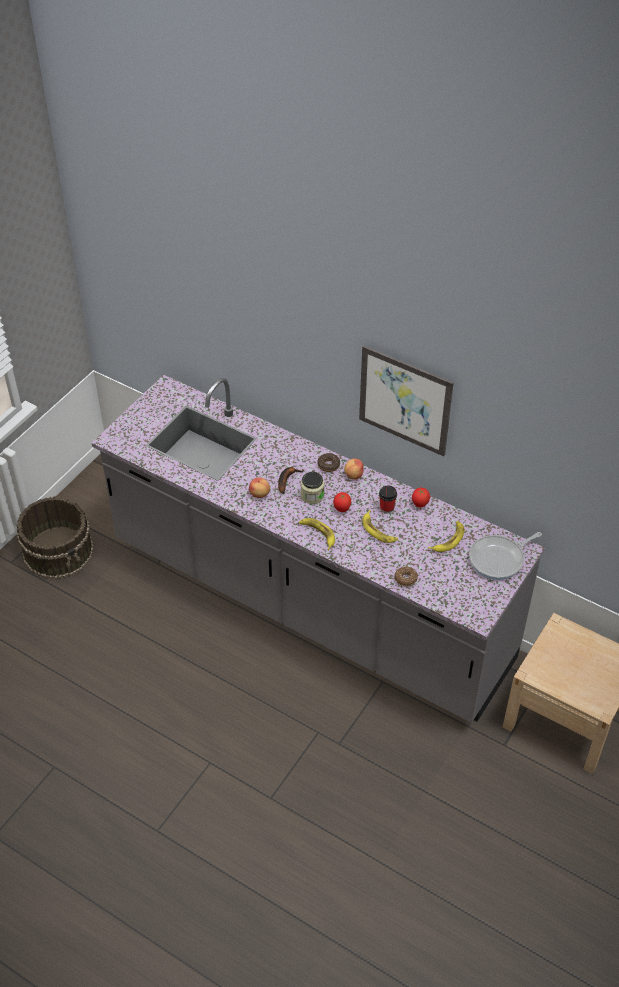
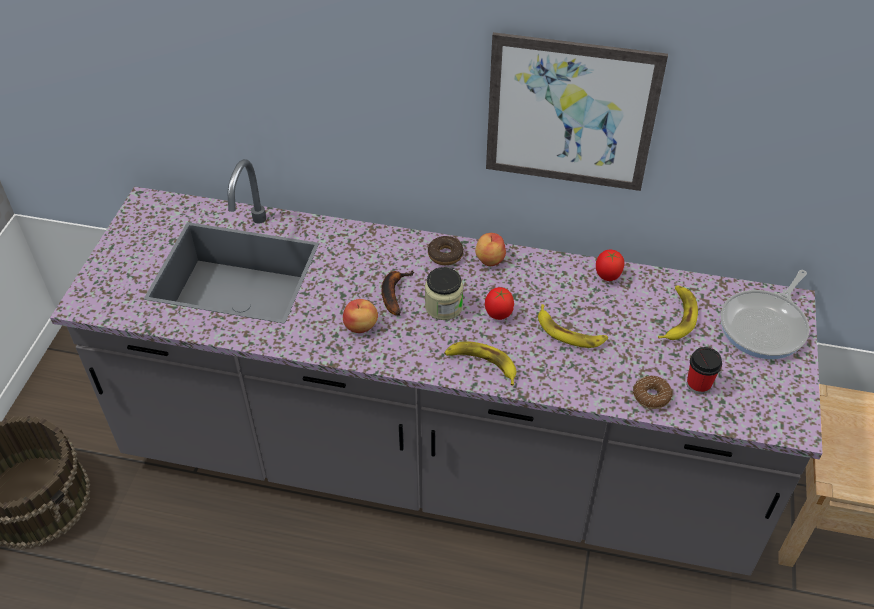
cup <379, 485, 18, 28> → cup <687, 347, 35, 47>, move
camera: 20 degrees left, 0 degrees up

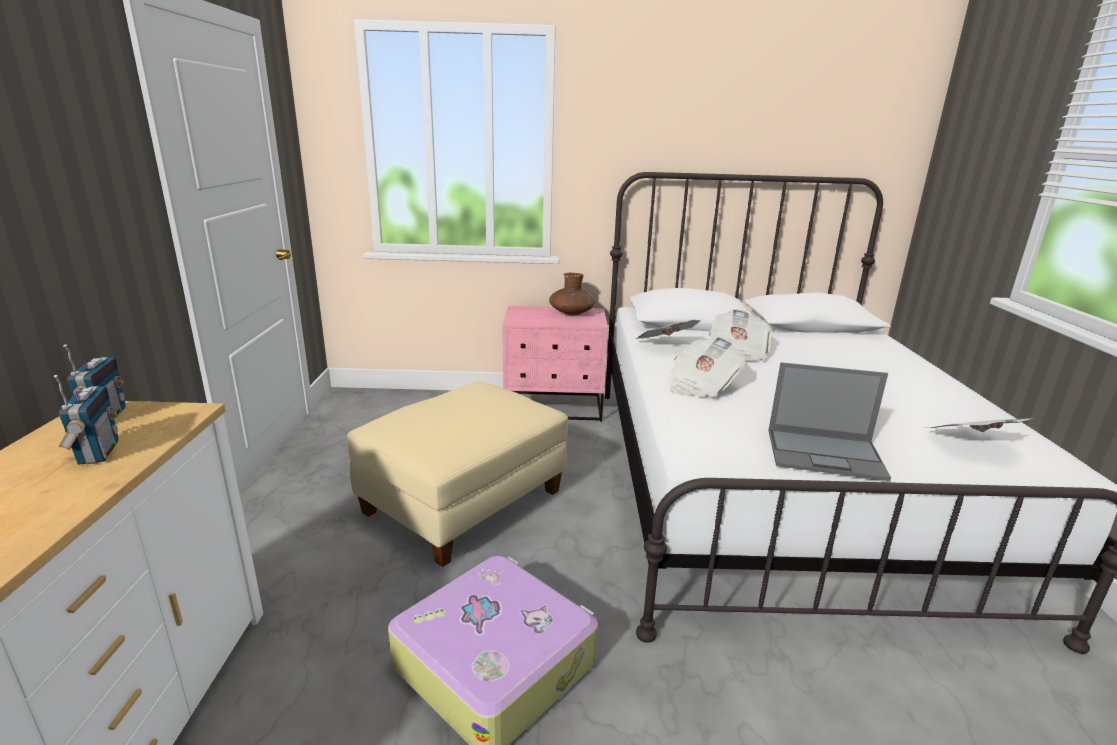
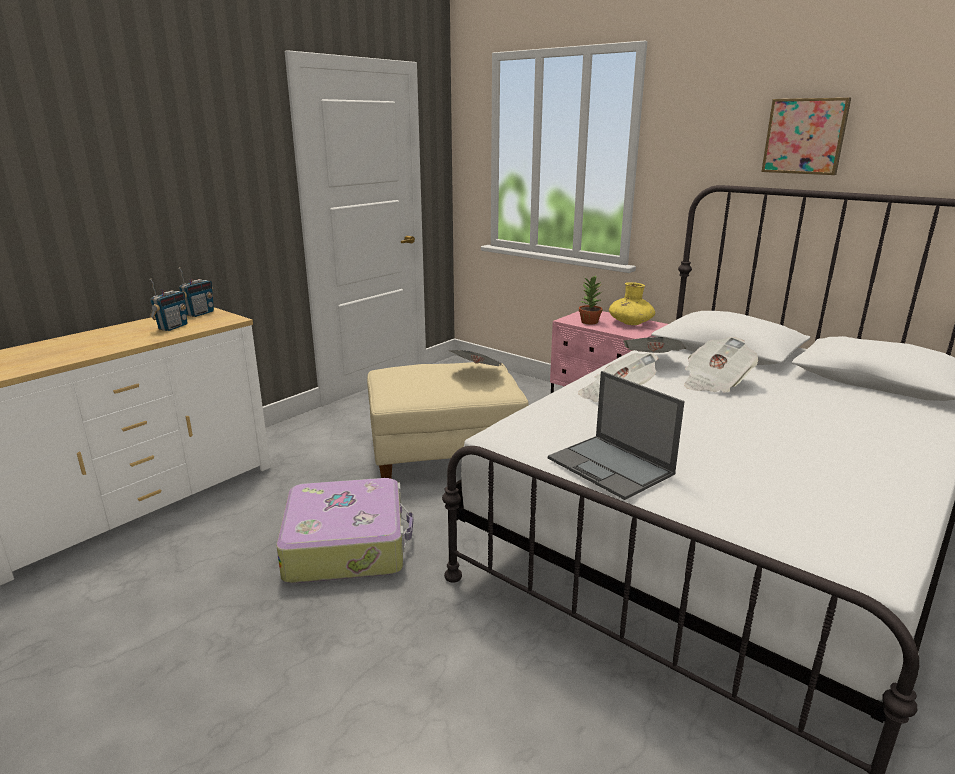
newspaper <930, 418, 111, 14> → newspaper <450, 350, 52, 16>, move
- → potted plant <579, 275, 23, 50>
vase in brown <549, 273, 46, 42> → vase in yellow <609, 282, 46, 43>
- → picture <761, 98, 90, 77>
camera: 40 degrees right, 0 degrees up

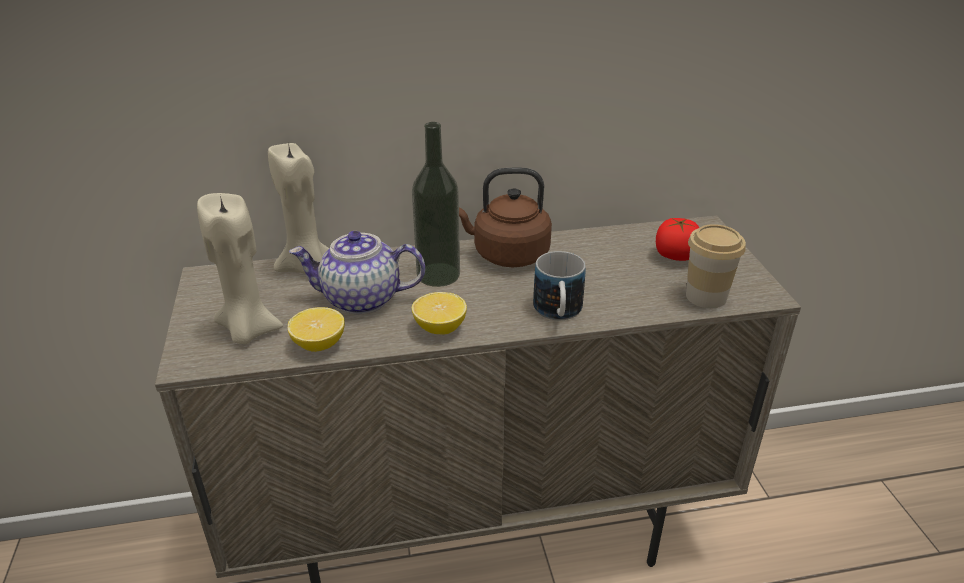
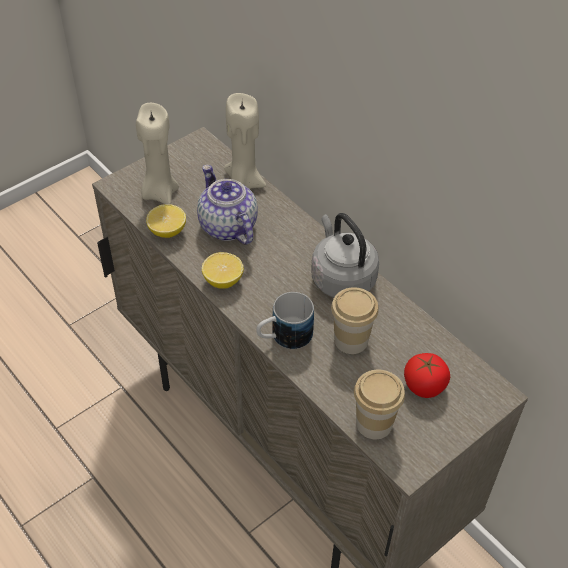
kettle in brown <459, 167, 93, 100> → kettle in grey <311, 213, 68, 85>
- → cup <331, 287, 48, 67>
bottle <412, 122, 48, 165> → -
camera: 60 degrees right, 15 degrees up

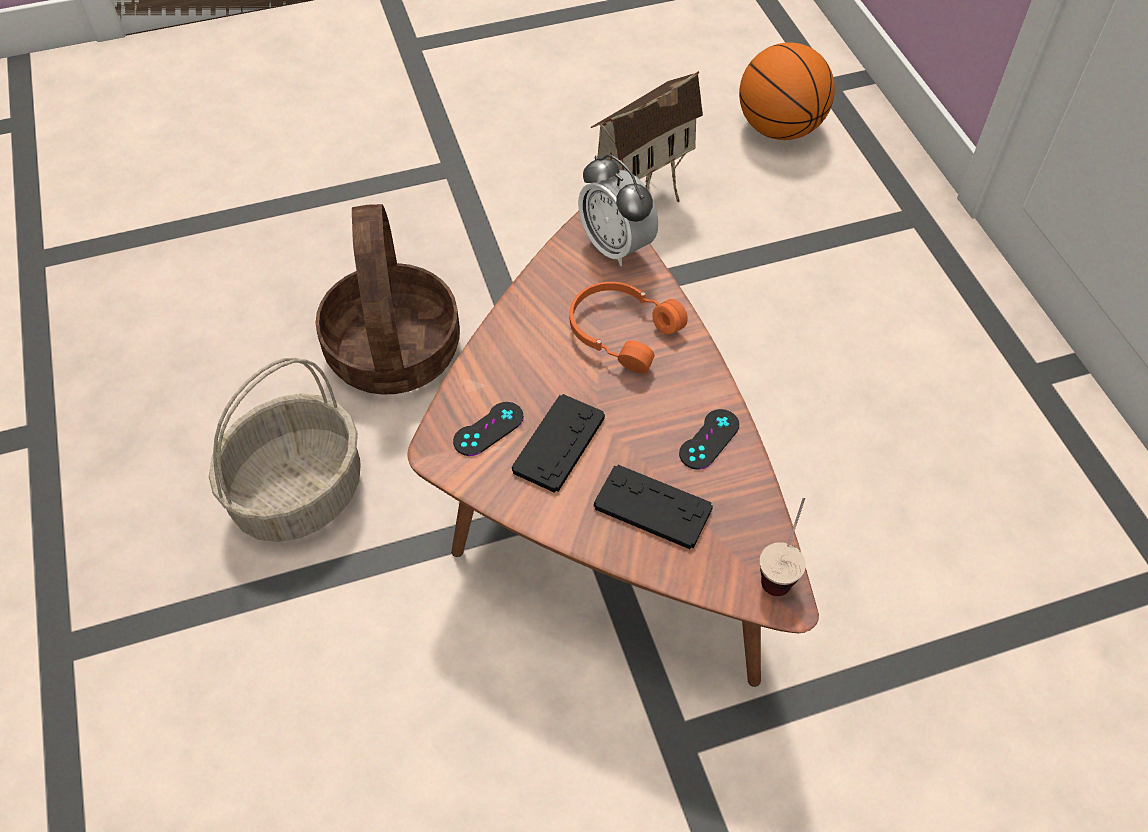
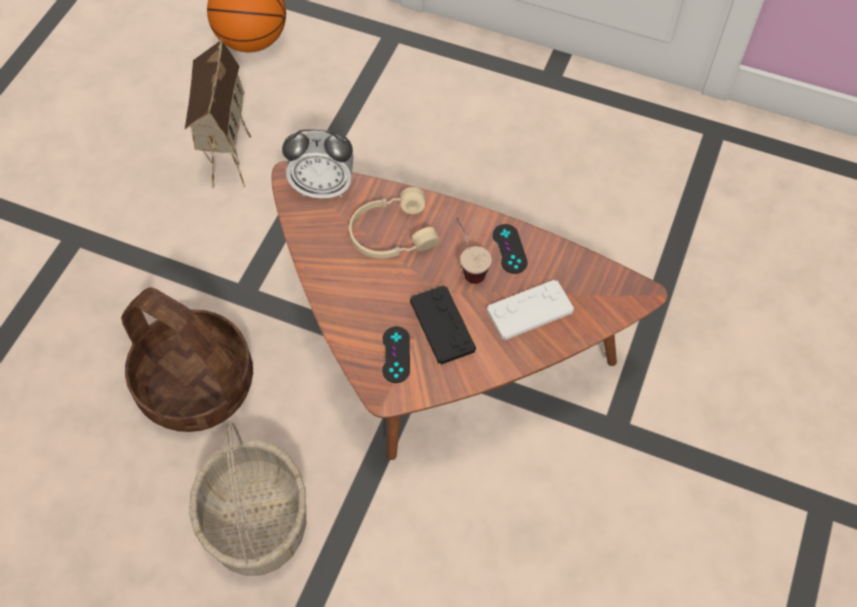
headphones in orange <570, 282, 118, 91> → headphones in beige <349, 187, 91, 71>
cup <760, 498, 46, 98> → cup <456, 217, 36, 67>, move
game controller in black <594, 465, 119, 84> → game controller in white <487, 280, 87, 60>
camera: 50 degrees left, 5 degrees up

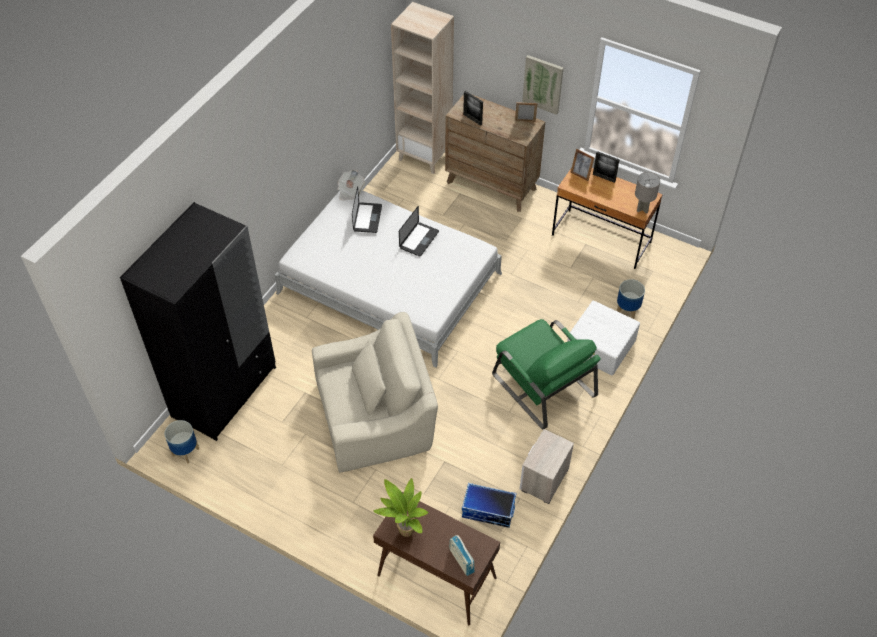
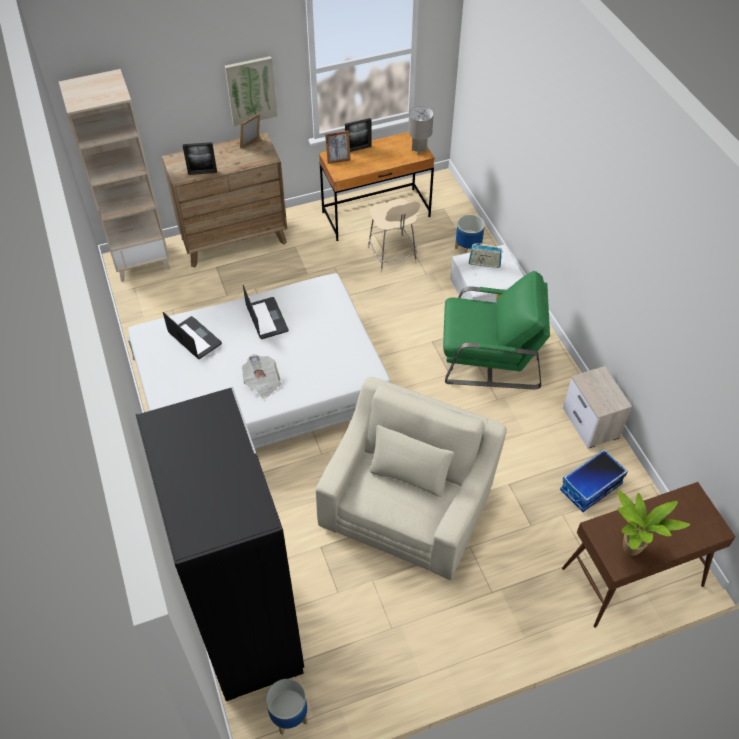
newspaper <338, 170, 27, 30> → newspaper <242, 354, 39, 45>, move
- → chair in beige <368, 199, 52, 74>
radio <449, 535, 26, 41> → radio <469, 243, 33, 25>, move
camera: 50 degrees left, 0 degrees up

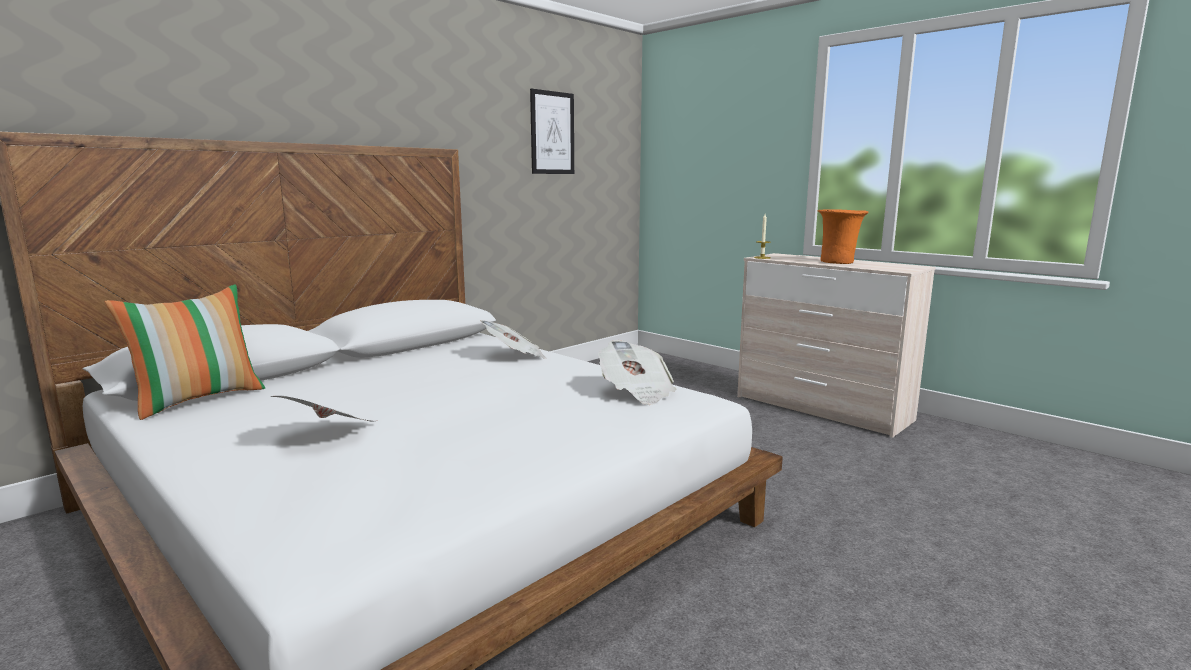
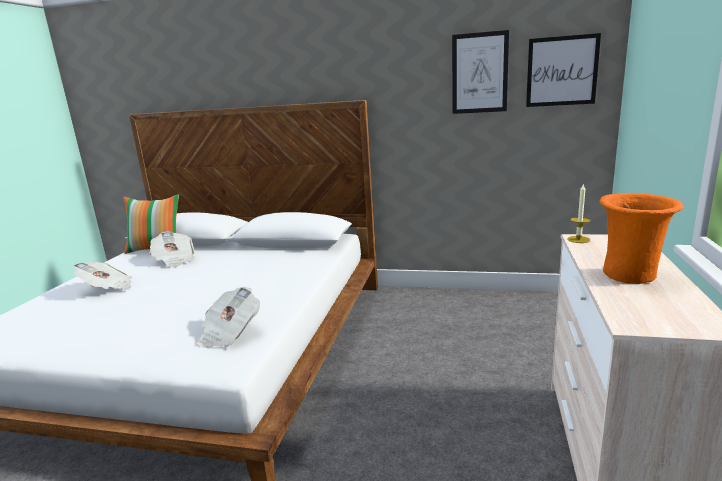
newspaper <480, 320, 67, 39> → newspaper <150, 231, 45, 37>, move
- → picture <526, 33, 75, 74>
camera: 60 degrees right, 5 degrees up

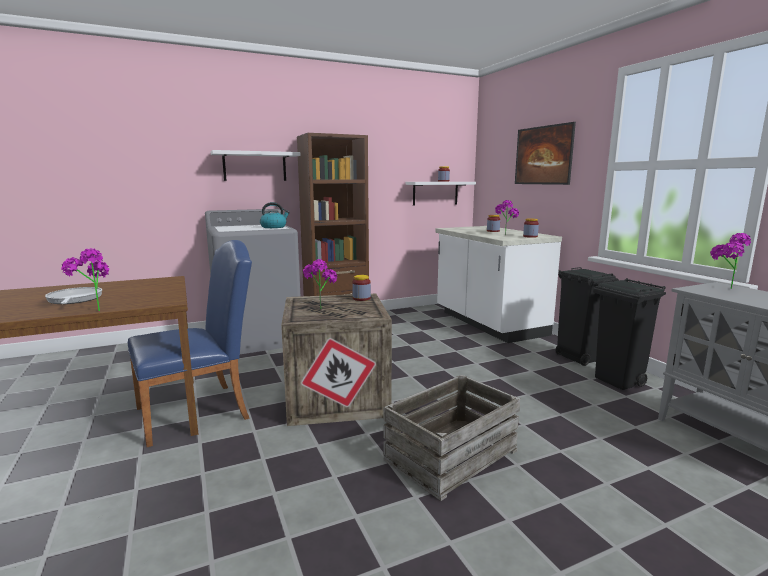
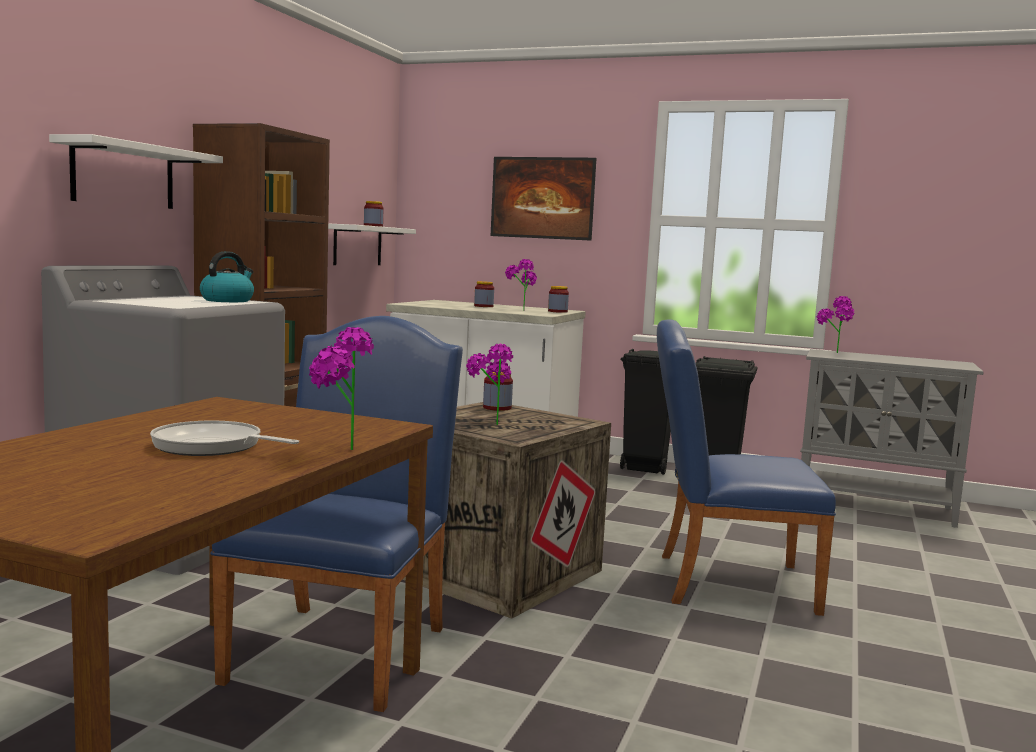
crate <383, 375, 137, 126> → chair in blue <657, 319, 179, 297>
camera: 45 degrees left, 5 degrees down

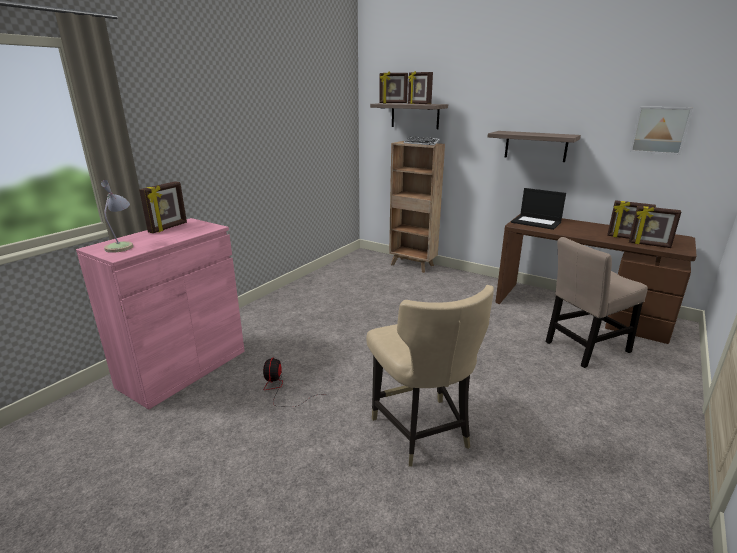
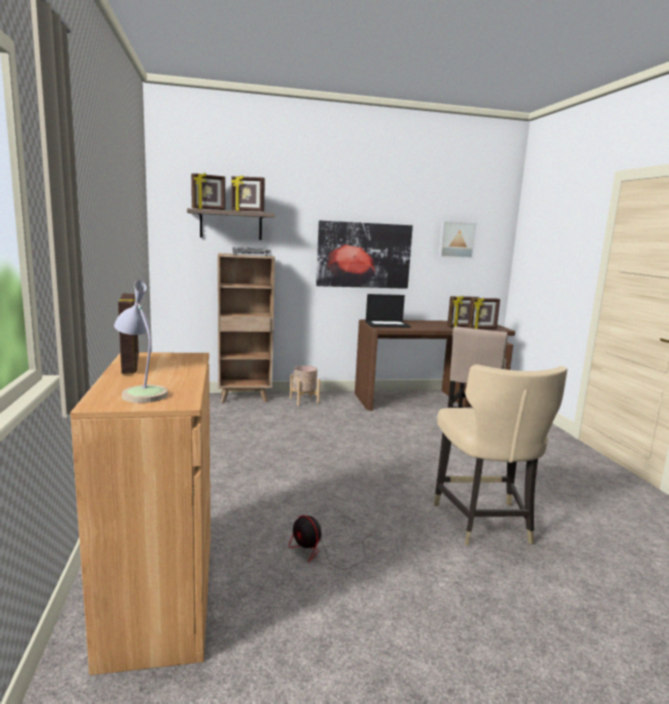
cabinet in pink <76, 218, 169, 192> → cabinet in brown <70, 353, 141, 322>
- → planter in beige <290, 365, 30, 41>
shelf <488, 131, 93, 31> → picture <316, 220, 97, 69>
chair in beige <366, 285, 128, 181> → chair in beige <434, 364, 134, 182>, 60 degrees clockwise
camera: 45 degrees left, 10 degrees down

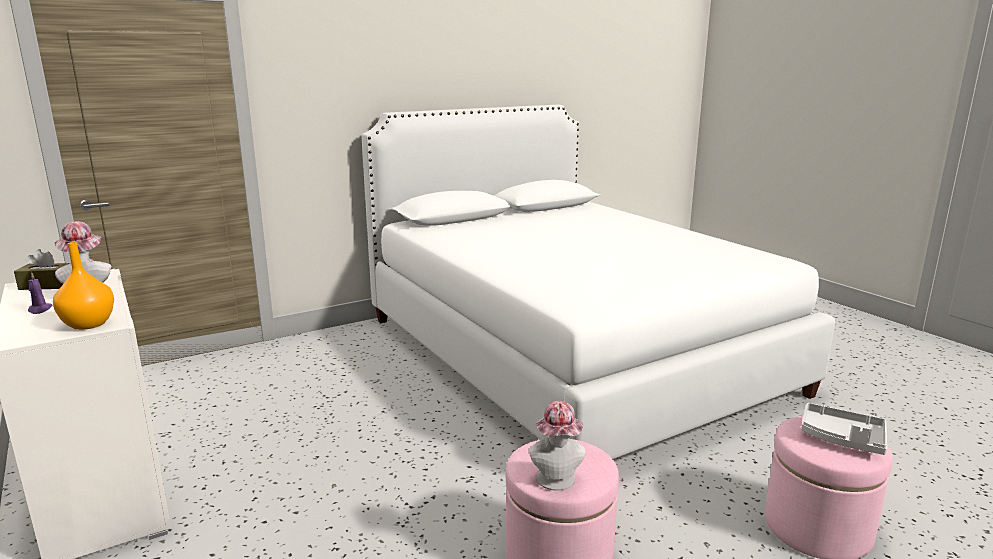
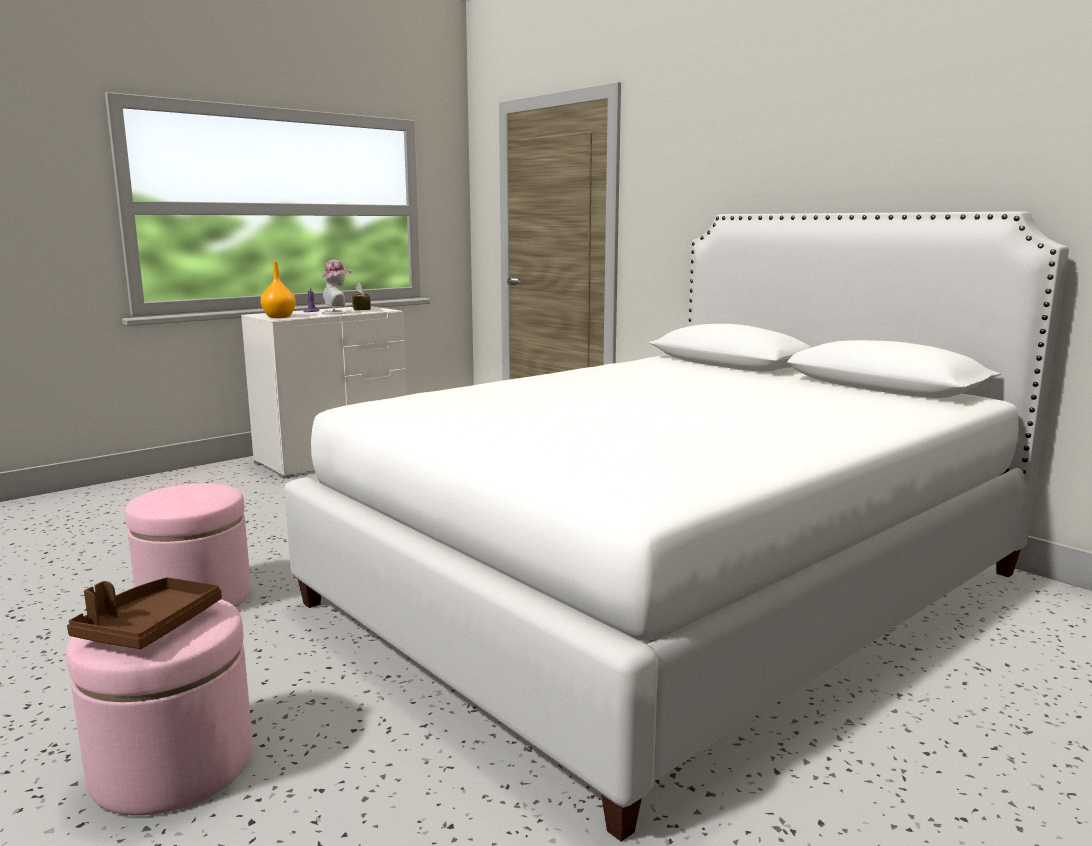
tray in grey <801, 403, 86, 52> → tray in brown <67, 577, 155, 72>
hat <529, 401, 57, 90> → -
camera: 80 degrees right, 5 degrees down

